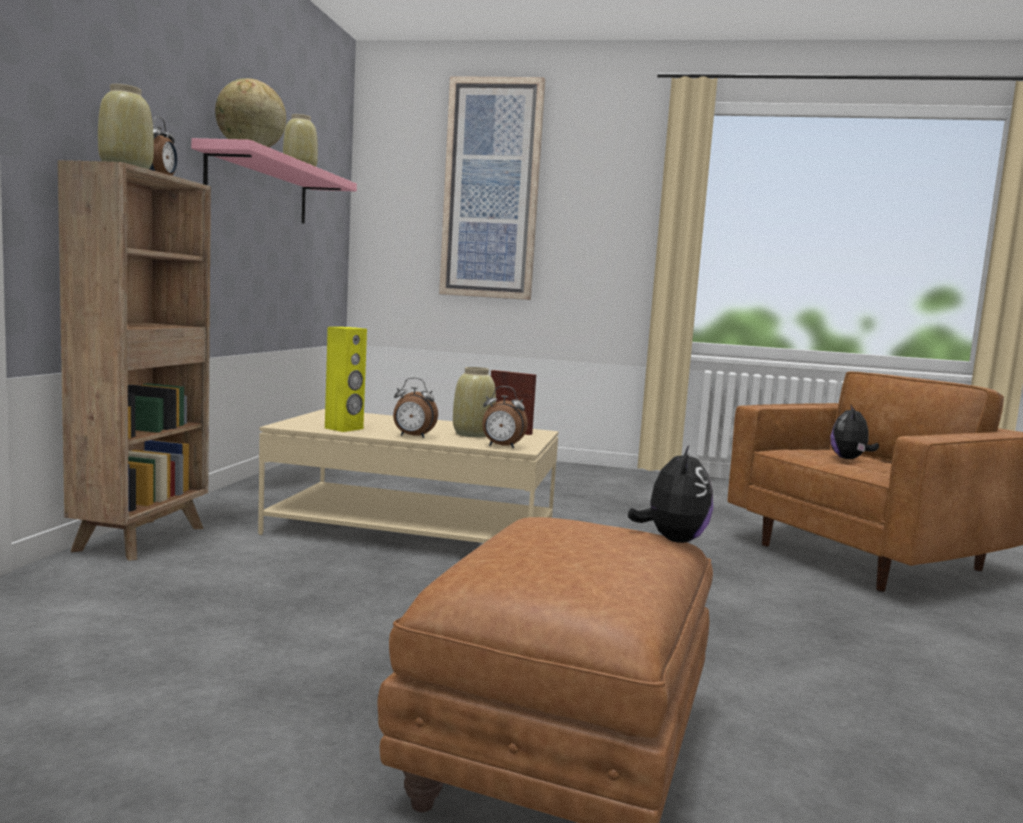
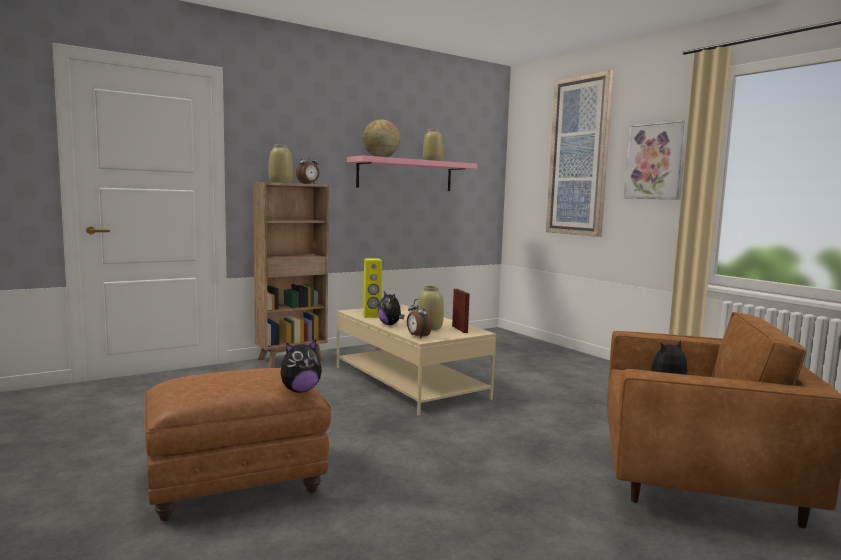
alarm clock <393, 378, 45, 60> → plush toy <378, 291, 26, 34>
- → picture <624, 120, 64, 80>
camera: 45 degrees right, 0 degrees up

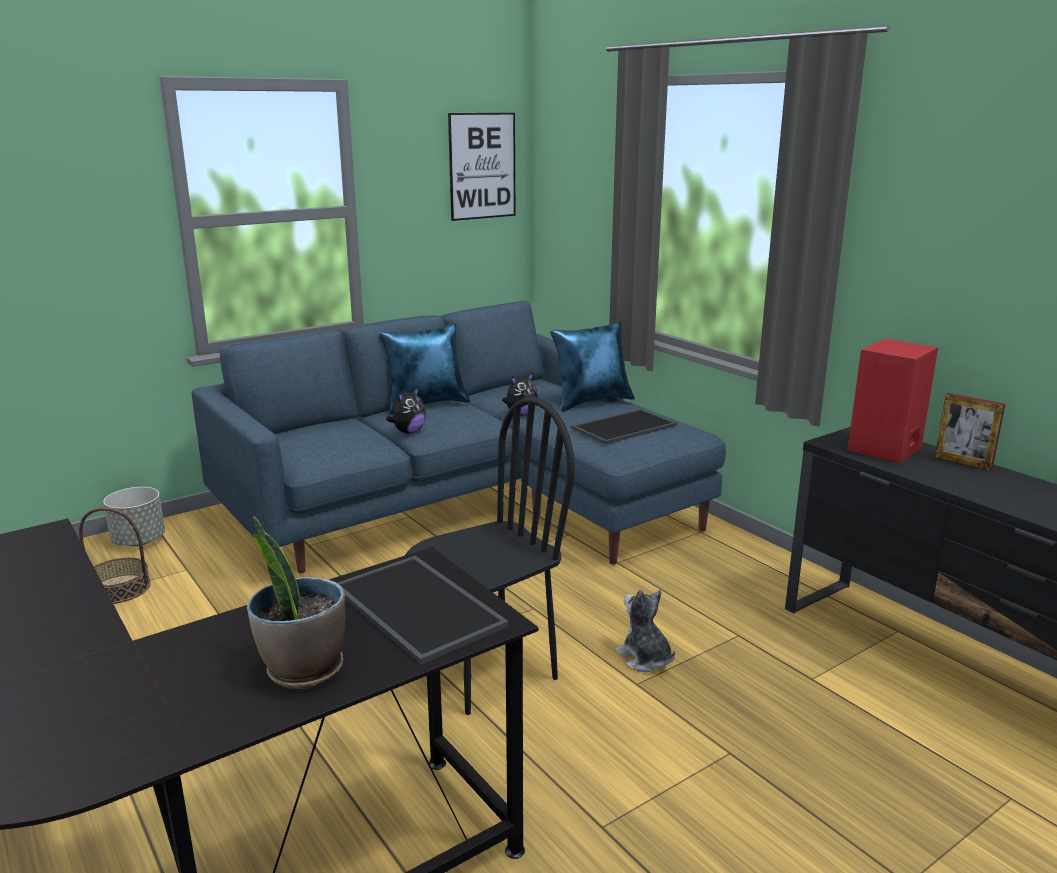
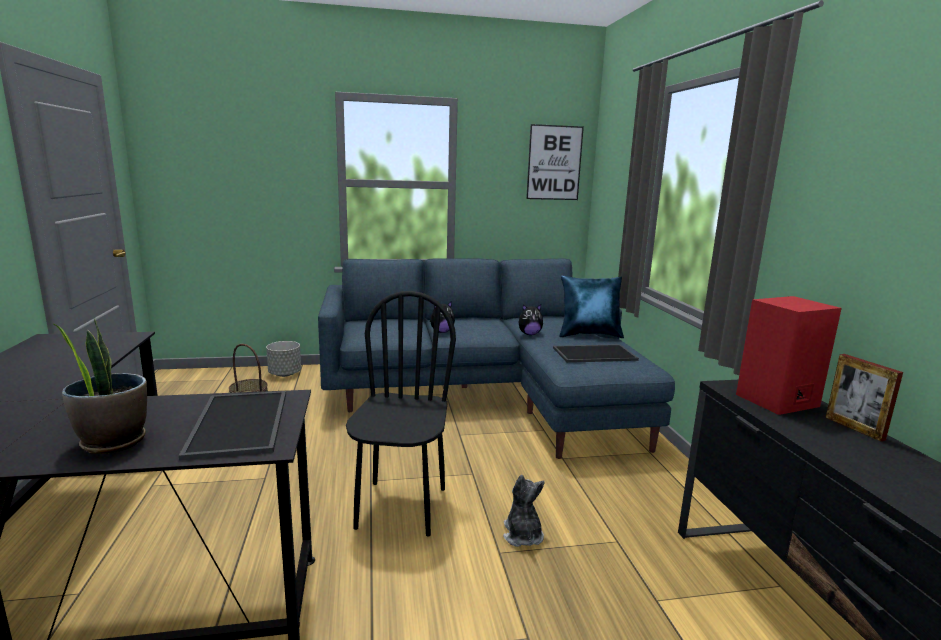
chair in black <405, 397, 170, 318> → chair in black <346, 291, 110, 246>, 75 degrees counterclockwise
pillow in blue <379, 323, 91, 91> → -
camera: 25 degrees right, 5 degrees down

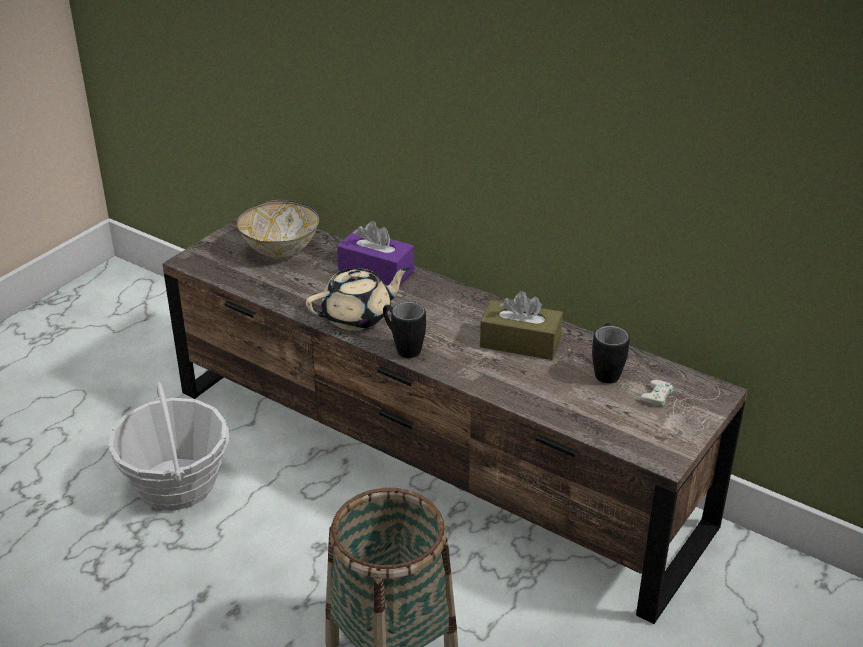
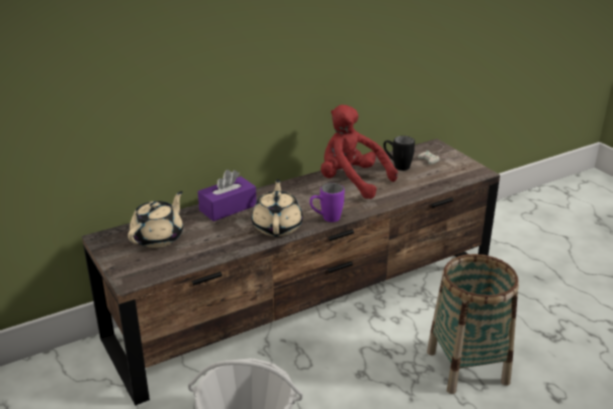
bowl <237, 200, 82, 57> → teapot in beige <128, 191, 55, 57>
mug in black <383, 302, 43, 56> → mug in purple <310, 183, 34, 39>
tissue box in brown <480, 291, 83, 69> → plush toy in red <321, 105, 77, 94>
camera: 65 degrees left, 5 degrees down

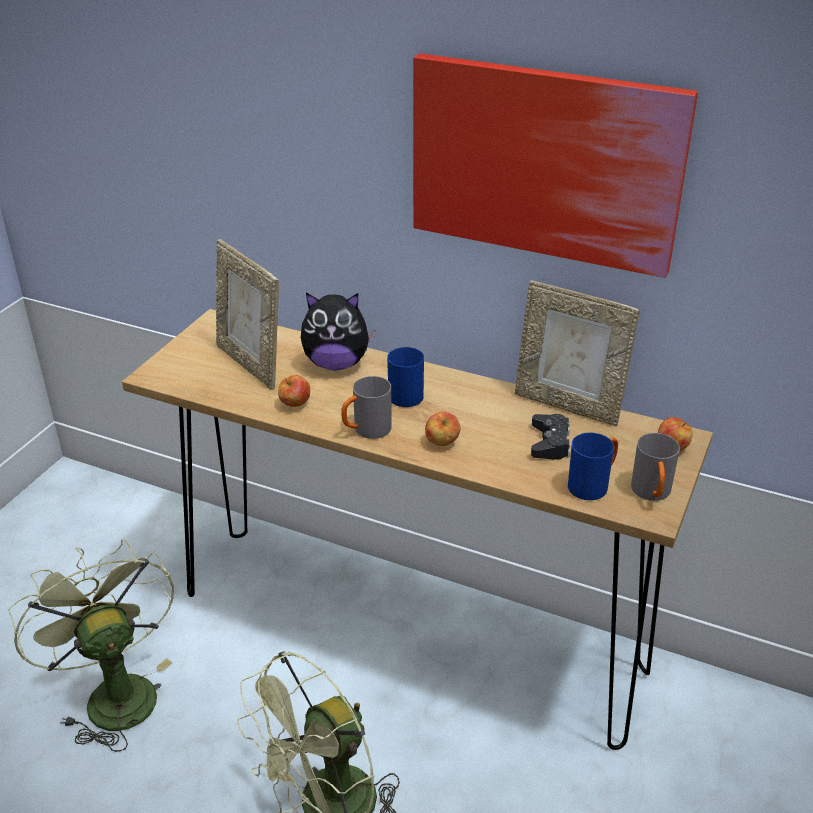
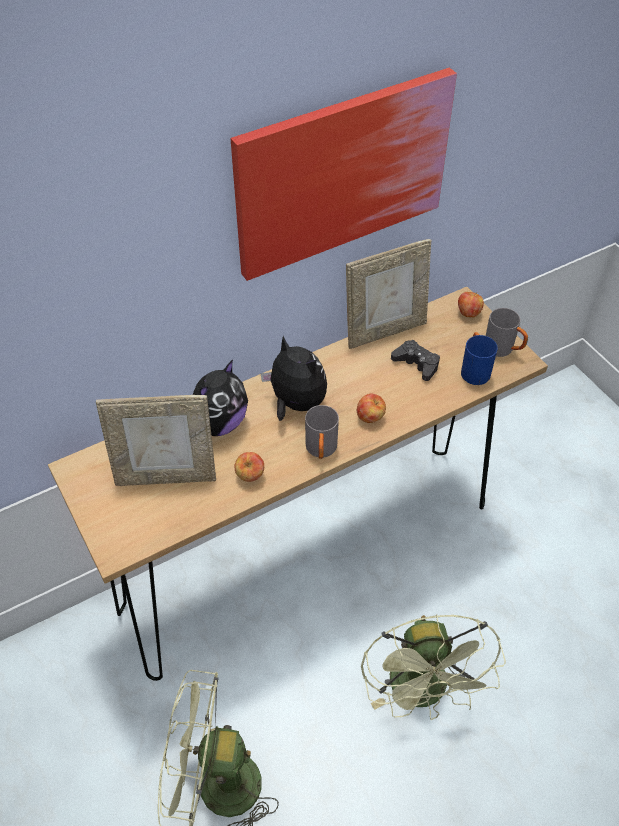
mug in blue <387, 347, 37, 60> → plush toy <261, 336, 66, 85>
camera: 55 degrees left, 15 degrees up

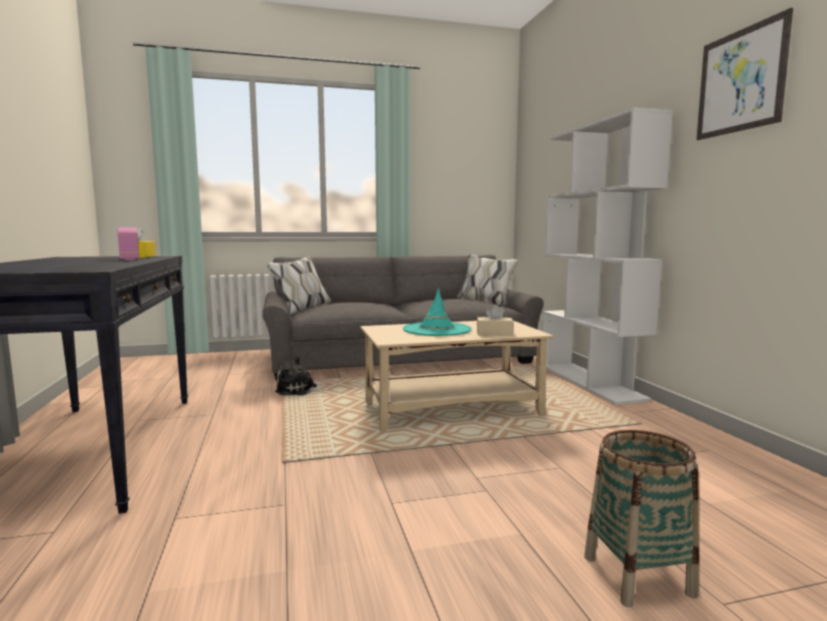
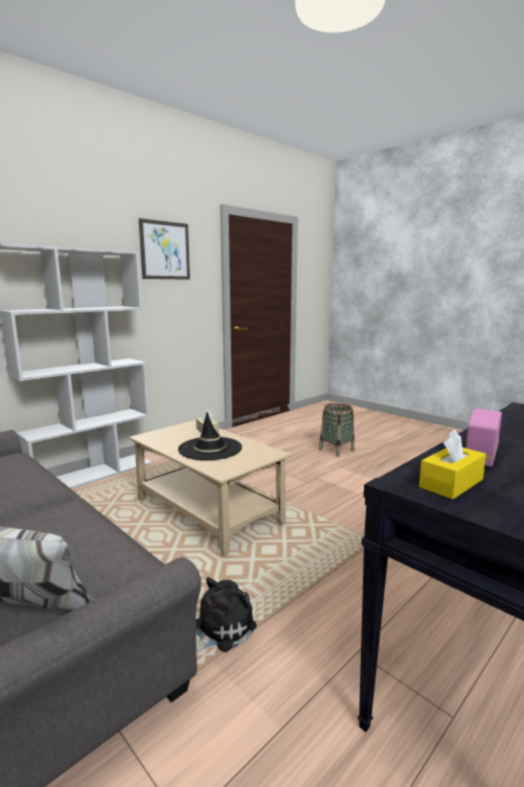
hat in turquoise <403, 288, 69, 48> → hat in black <178, 412, 64, 48>
plush toy <275, 356, 51, 40> → plush toy <196, 577, 61, 76>, 120 degrees counterclockwise
camera: 120 degrees left, 5 degrees up

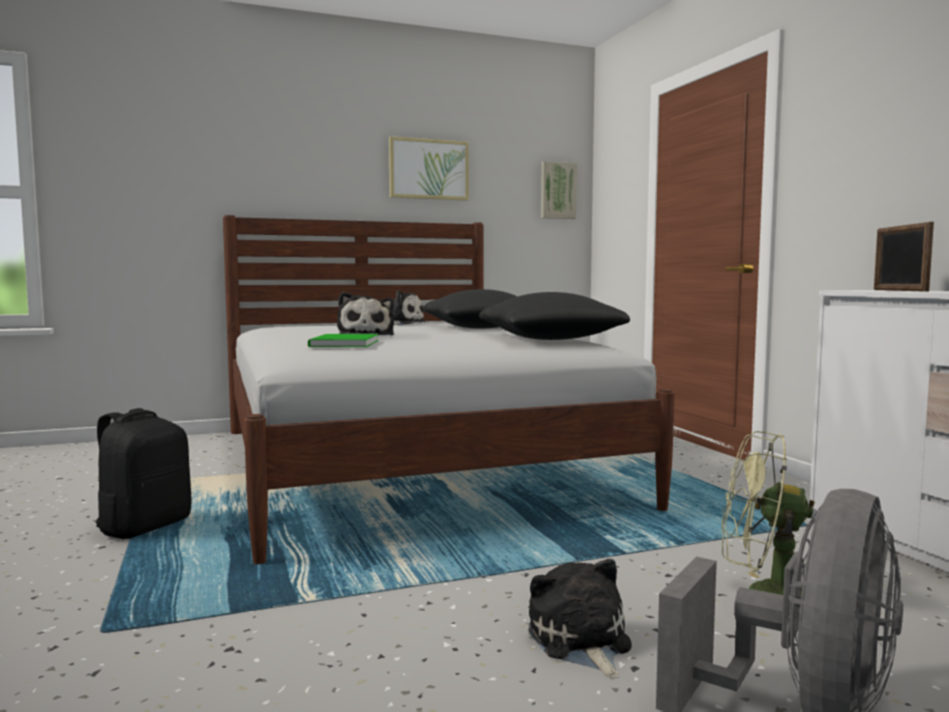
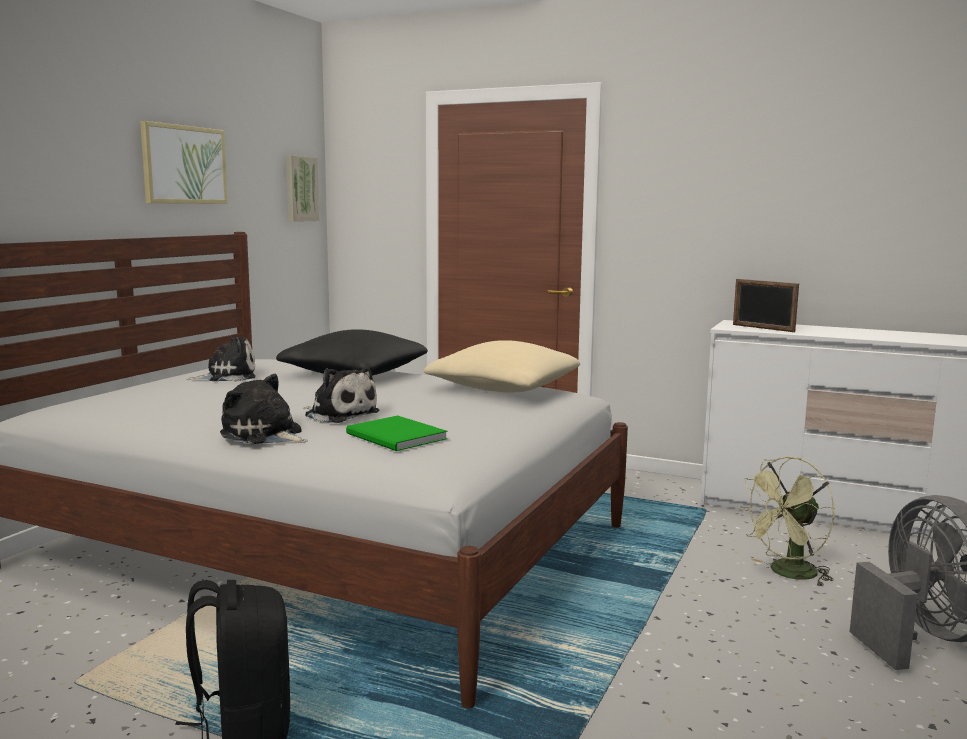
plush toy <528, 558, 104, 120> → plush toy <220, 374, 88, 70>, move
pillow in black <479, 292, 151, 48> → pillow in beige <424, 340, 156, 52>
camera: 45 degrees left, 5 degrees up

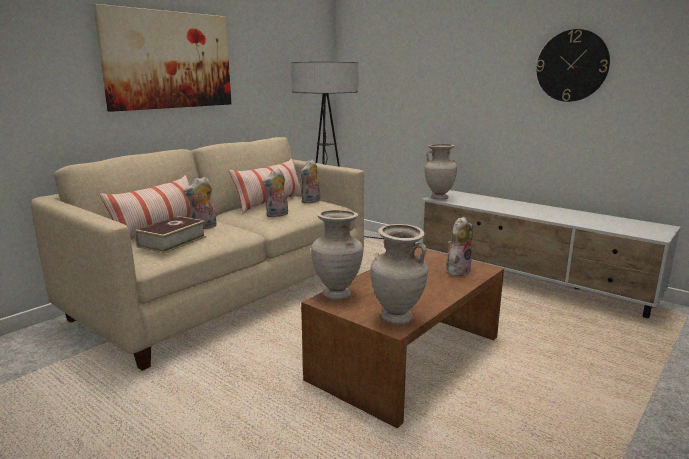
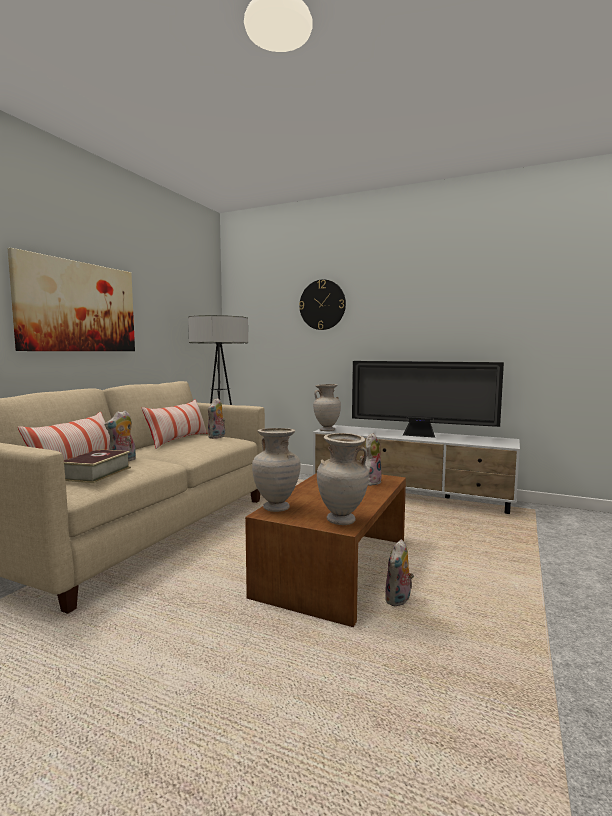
wall clock <536, 29, 74, 73> → wall clock <299, 279, 47, 51>, move
- → television <352, 361, 152, 77>
plush toy <262, 169, 26, 48> → plush toy <385, 539, 29, 67>, move
camera: 15 degrees left, 10 degrees down

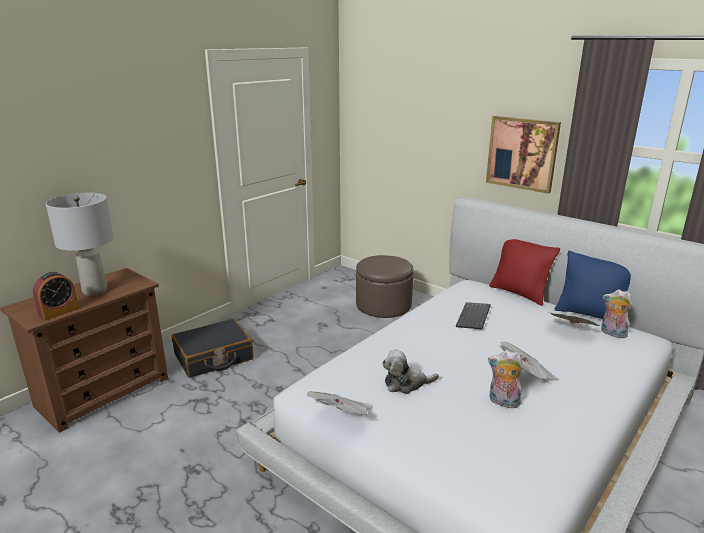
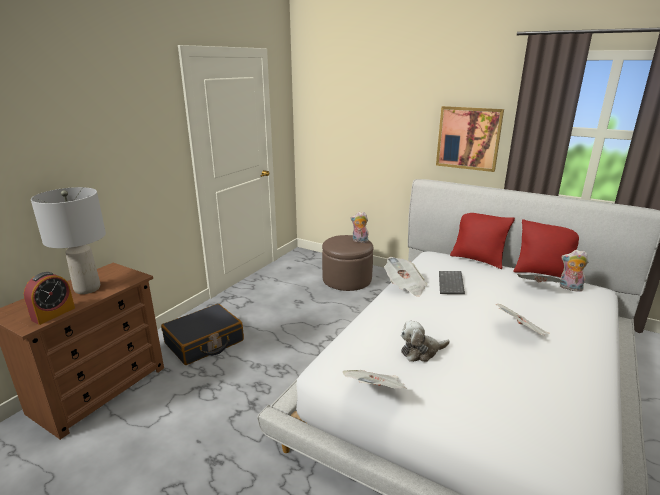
plush toy <488, 350, 36, 58> → plush toy <350, 212, 19, 31>, move
- → newspaper <384, 257, 43, 40>
pillow in blue <555, 250, 76, 69> → pillow in red <513, 219, 66, 59>
camera: 10 degrees left, 0 degrees up

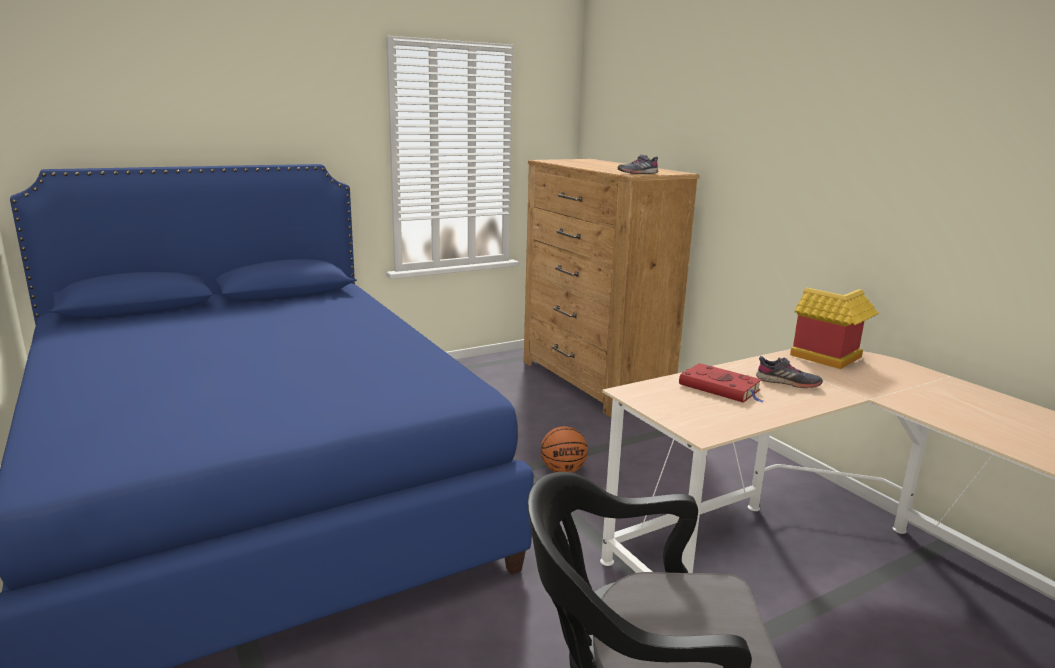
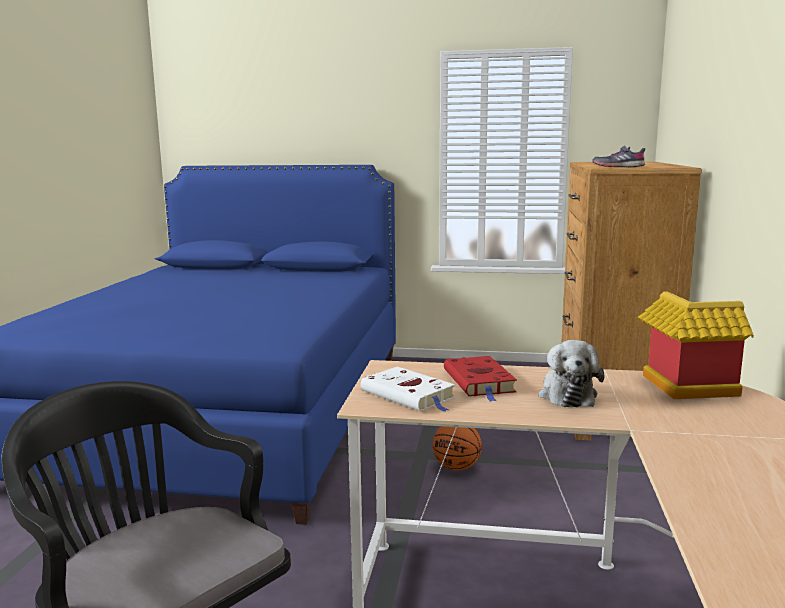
- → book in white <361, 367, 94, 45>
shoe in grey <756, 356, 67, 32> → plush toy <539, 340, 65, 67>
camera: 40 degrees right, 5 degrees down

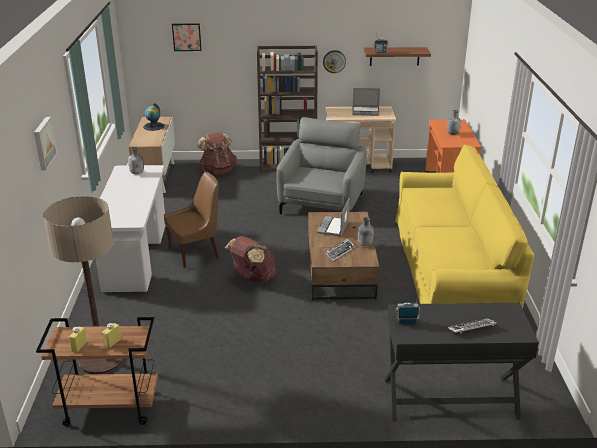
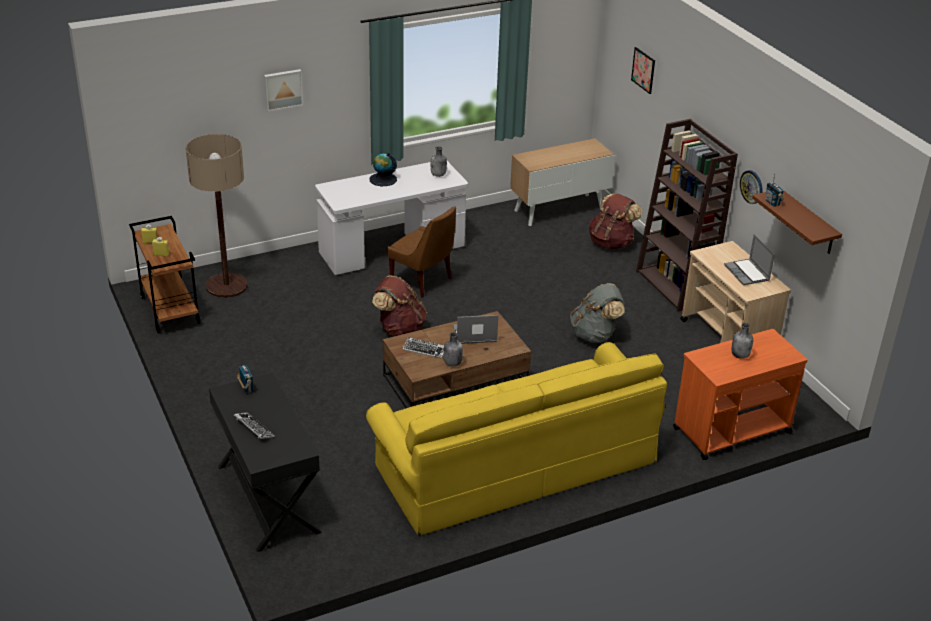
globe <143, 103, 22, 28> → globe <370, 153, 27, 33>, move
armchair in grey <276, 117, 91, 97> → backpack in grey <570, 283, 55, 60>
camera: 65 degrees right, 5 degrees up

